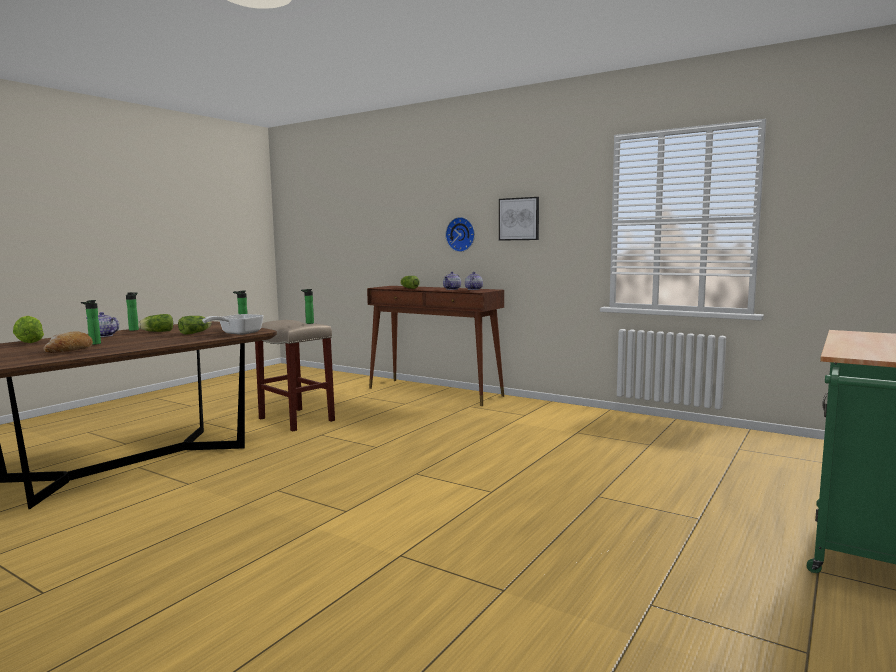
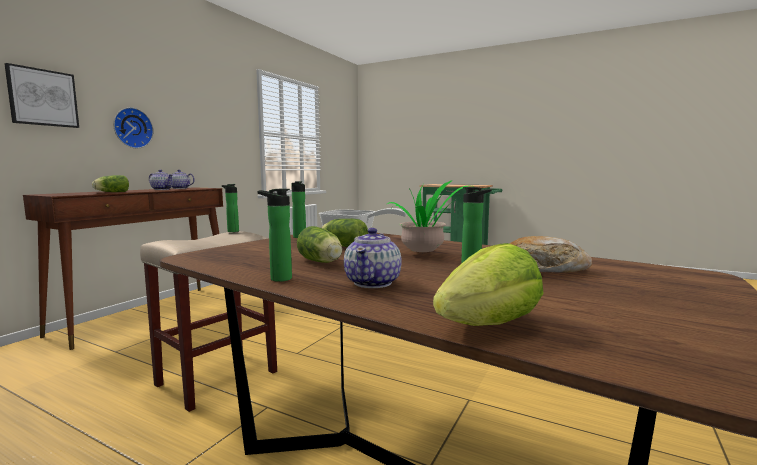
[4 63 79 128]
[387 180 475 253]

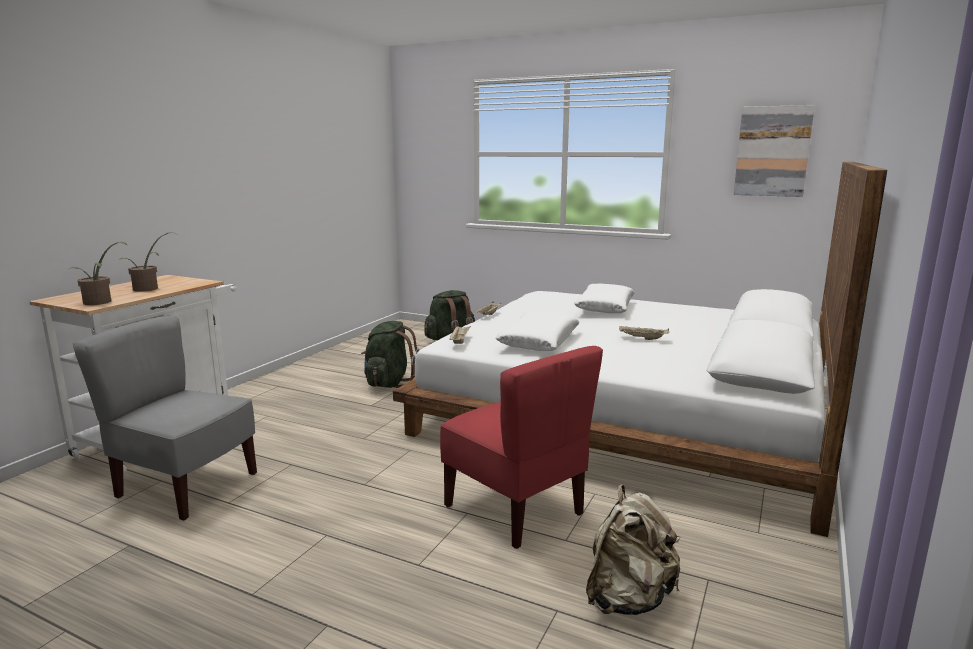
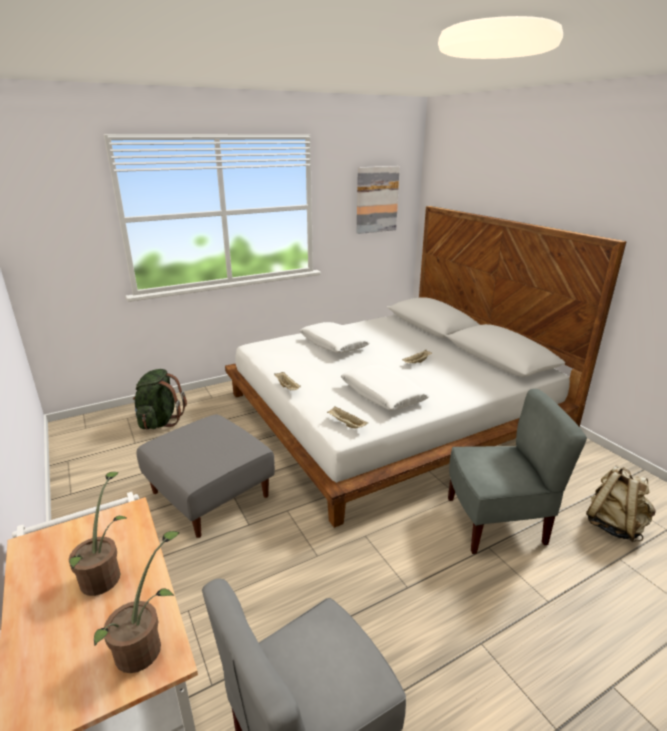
[136 414 275 538]
[448 389 587 554]

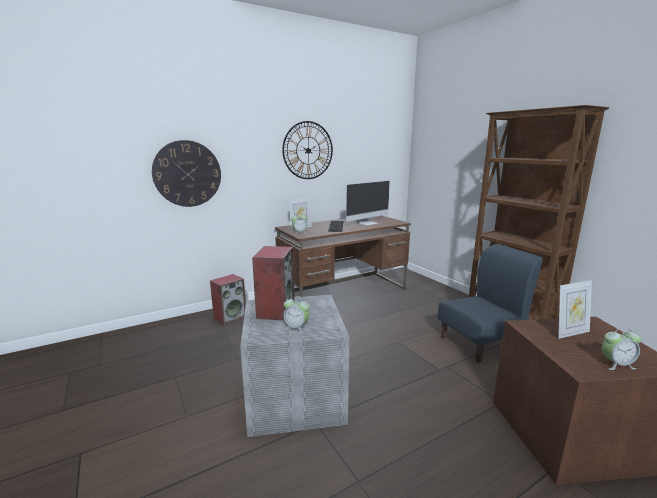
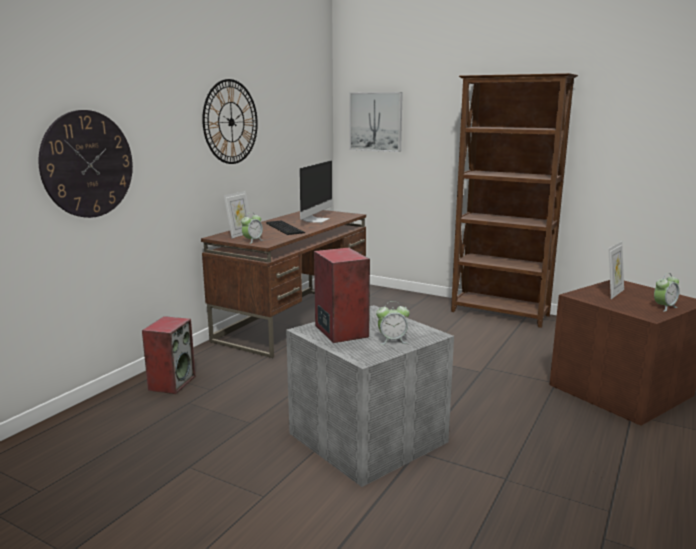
[438 244 543 363] (first image)
[349 92 403 152]

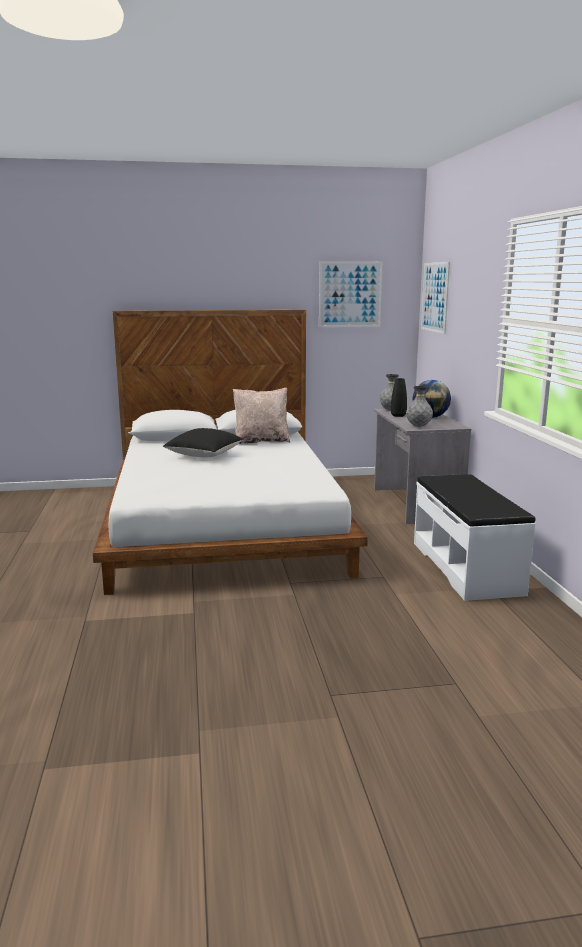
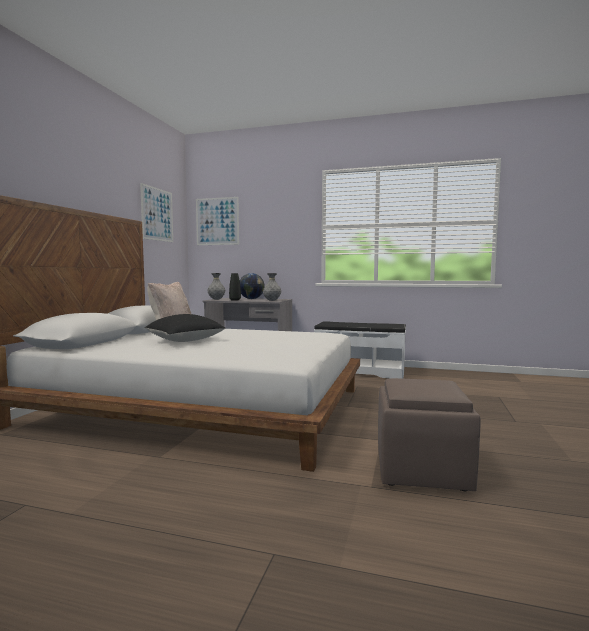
[378 378 481 491]

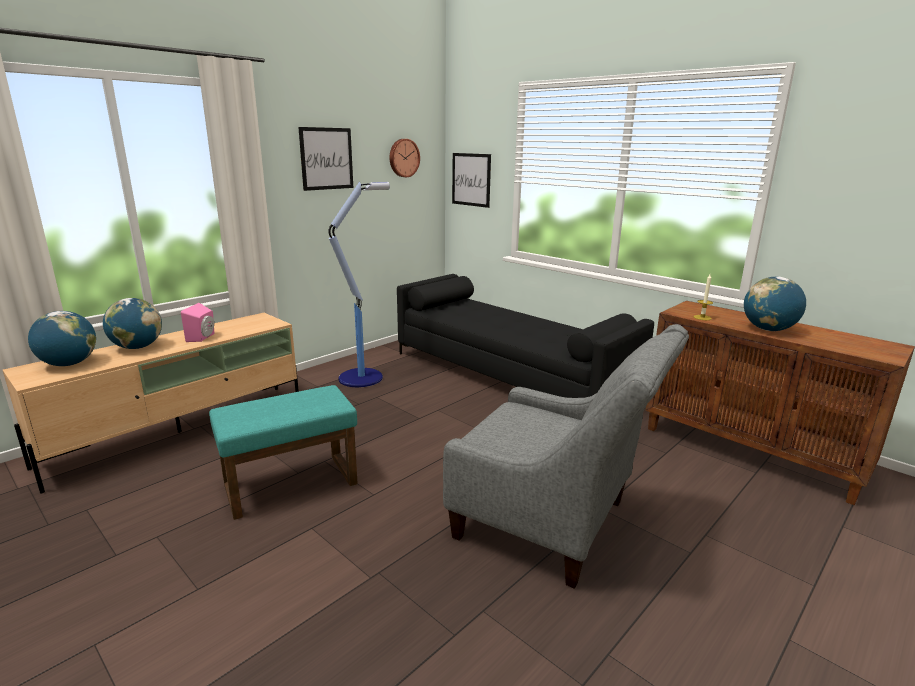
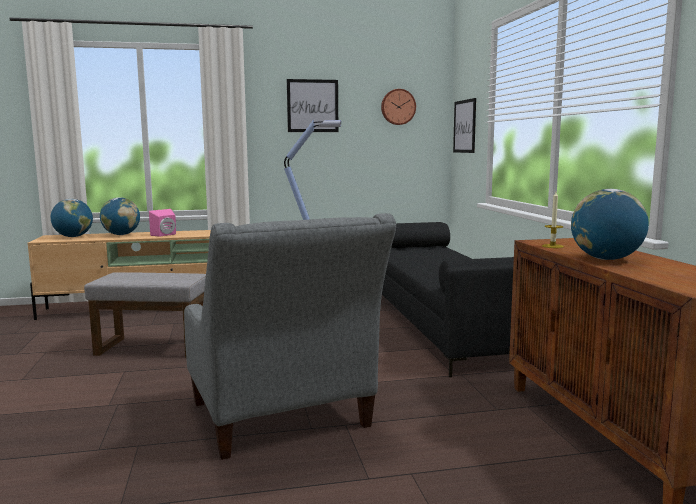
[84 272 206 358]

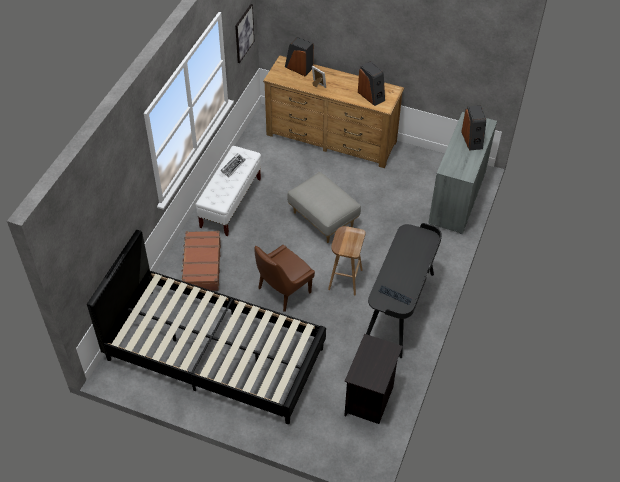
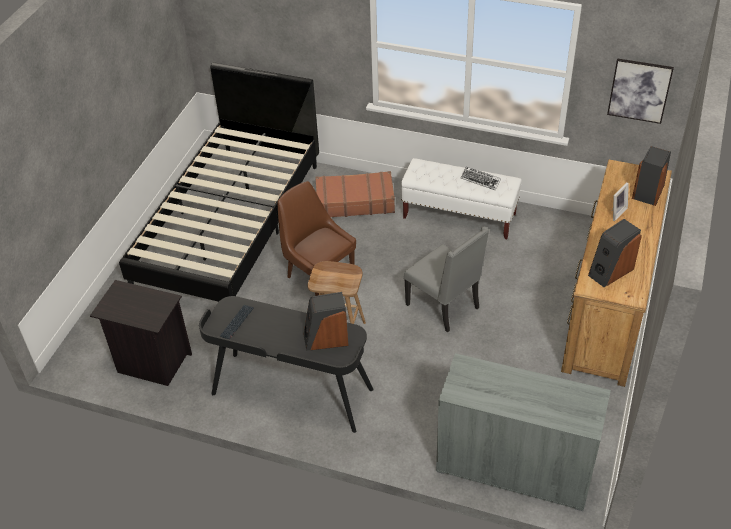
[404 226 489 333]
[304 292 348 351]

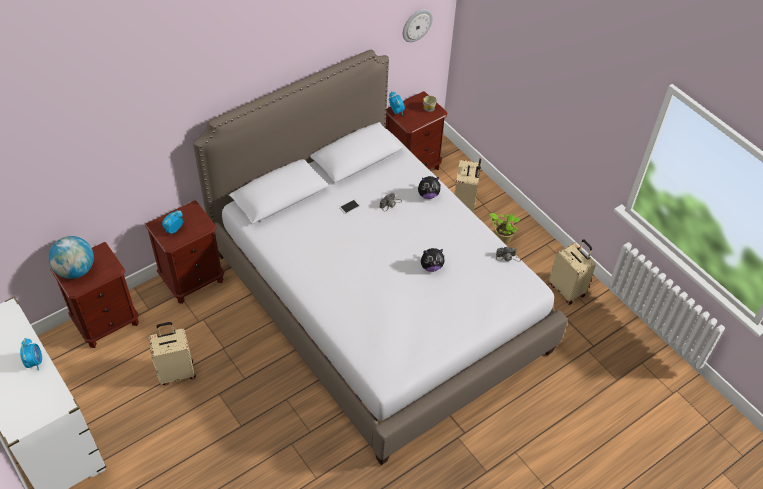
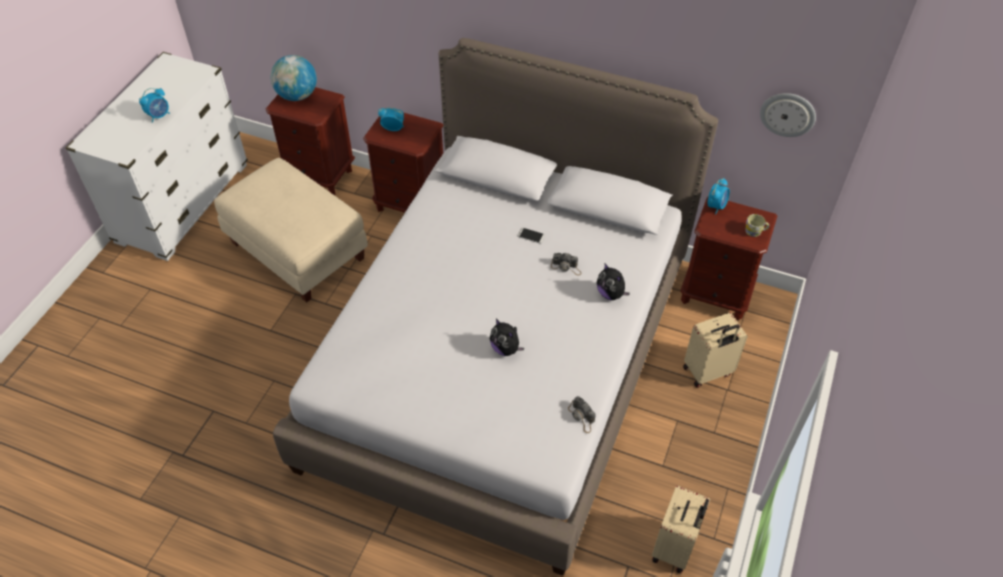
[214 158 368 302]
[490 213 520 244] (first image)

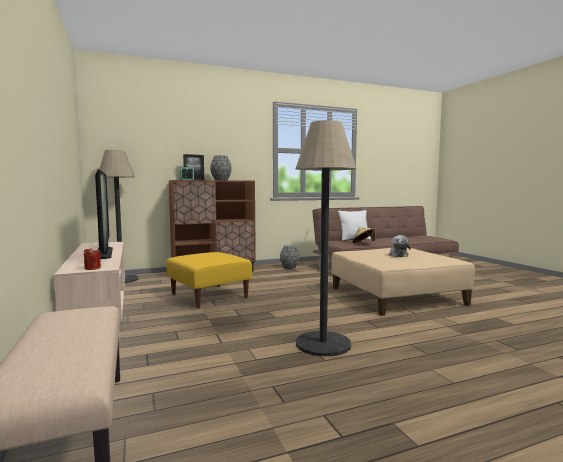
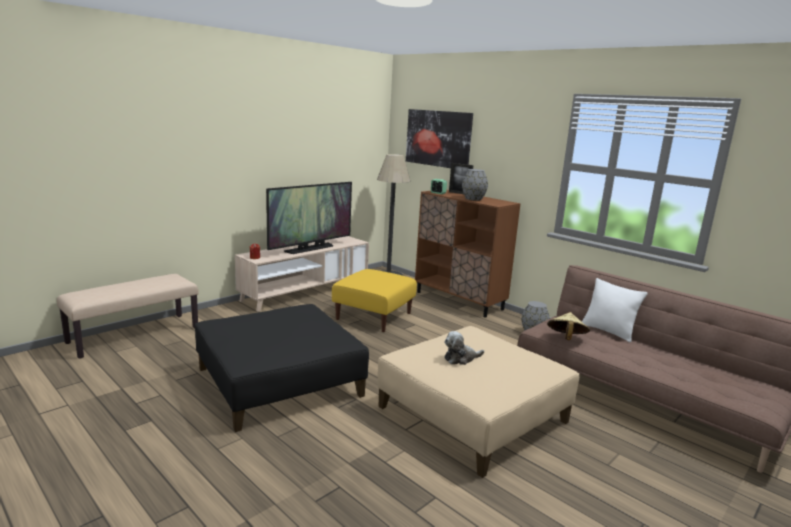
[195 304 369 432]
[406 109 473 168]

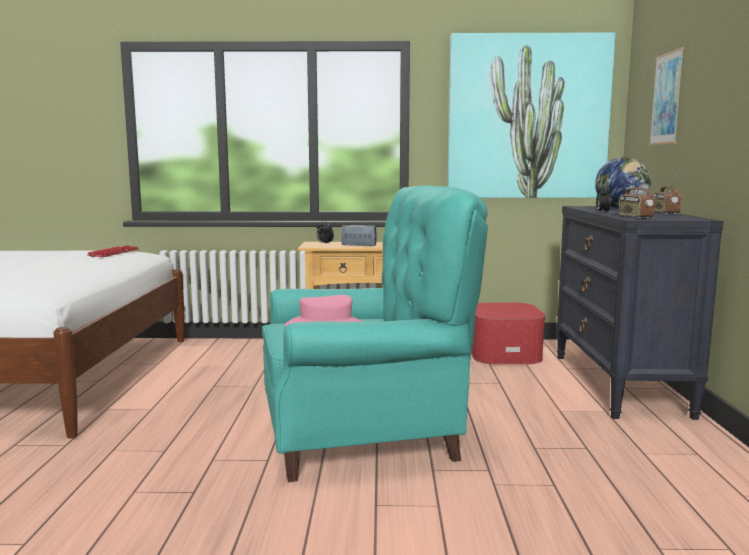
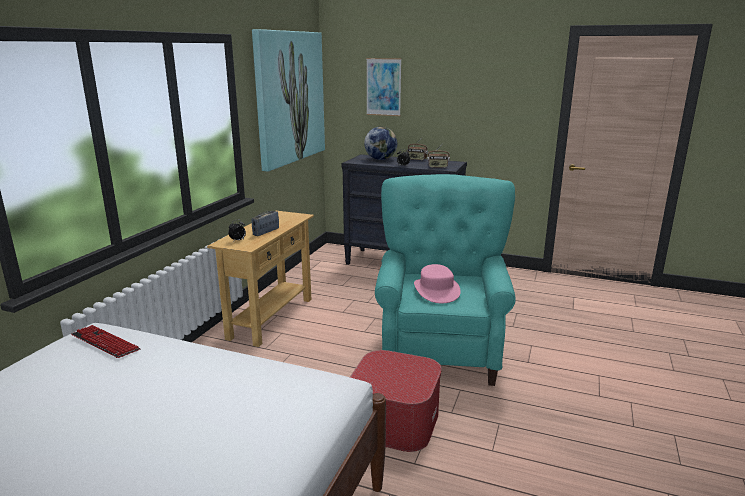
[350 350 442 452]

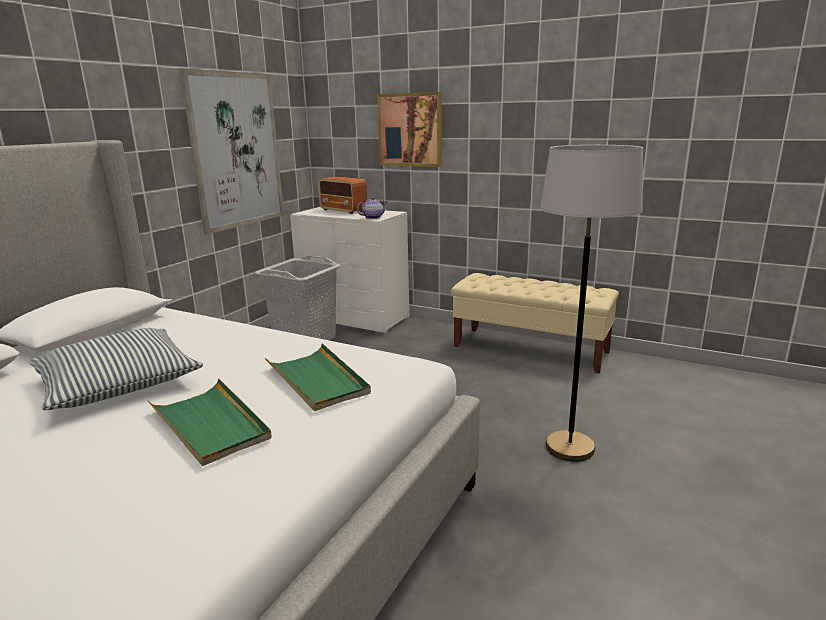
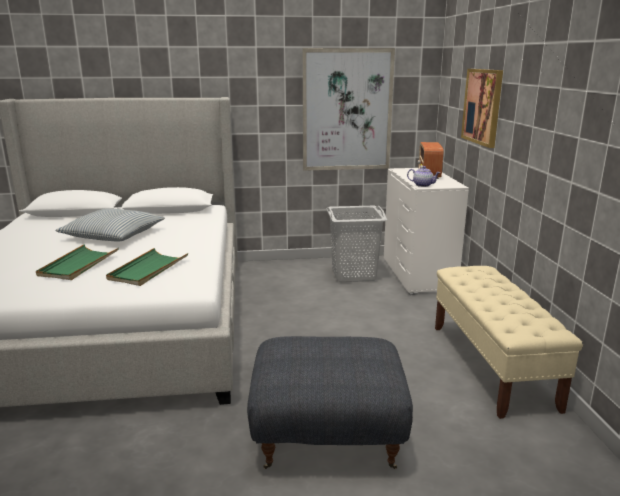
[247 336 413 469]

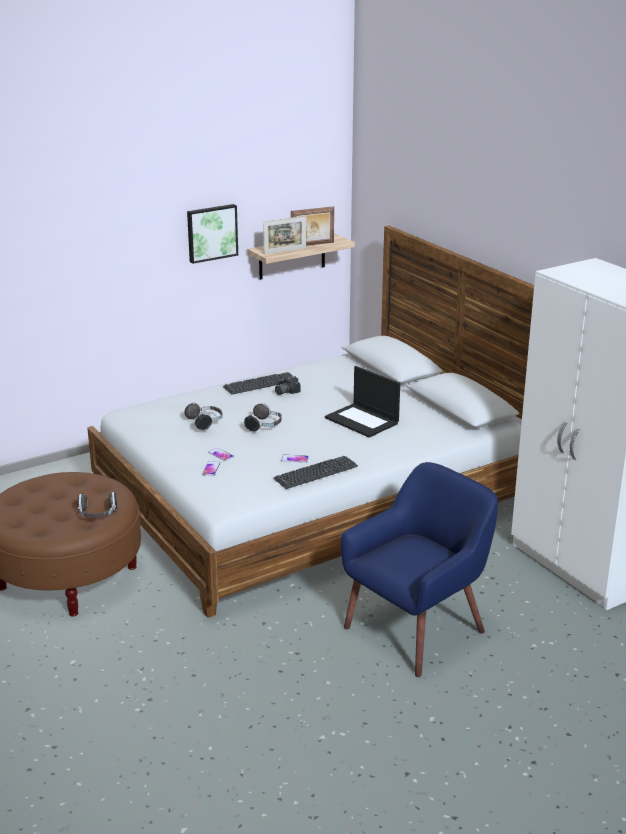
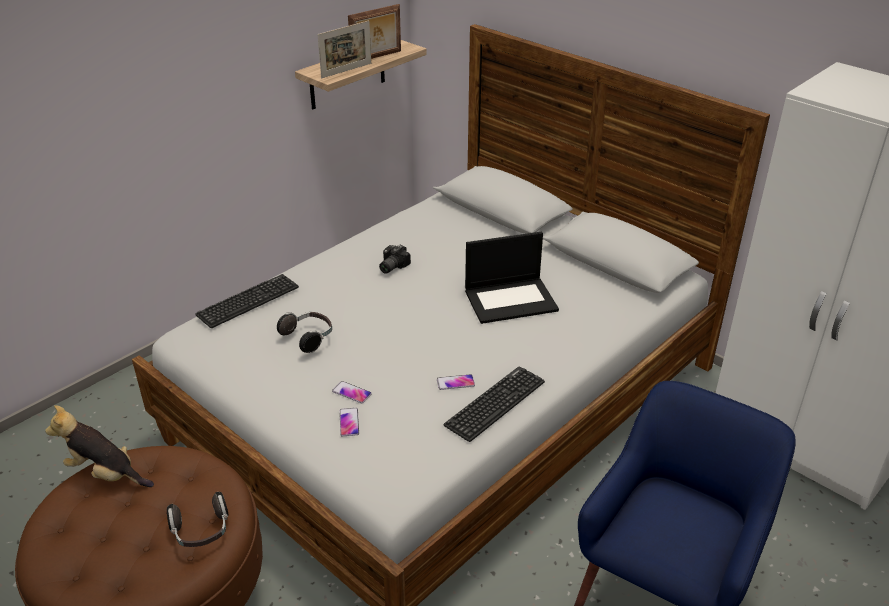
[187 204 238 264] (first image)
[195 274 299 328]
[244 403 282 432] (first image)
[465 232 559 324]
[45 405 154 487]

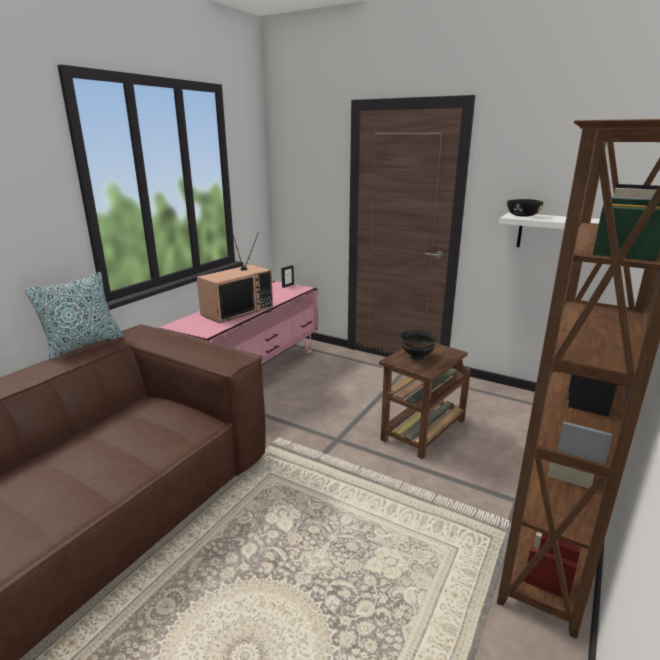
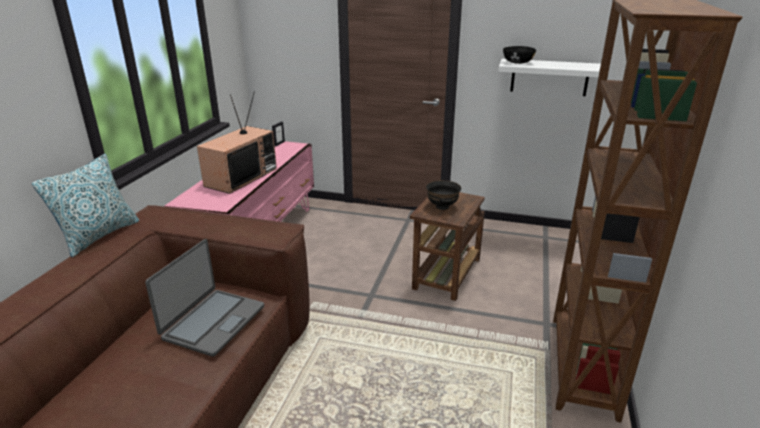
[145 239 264 357]

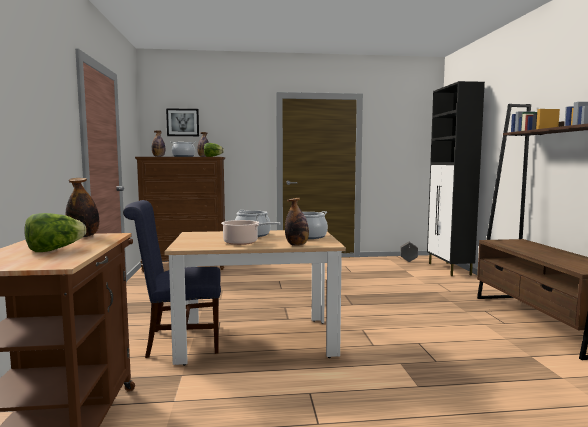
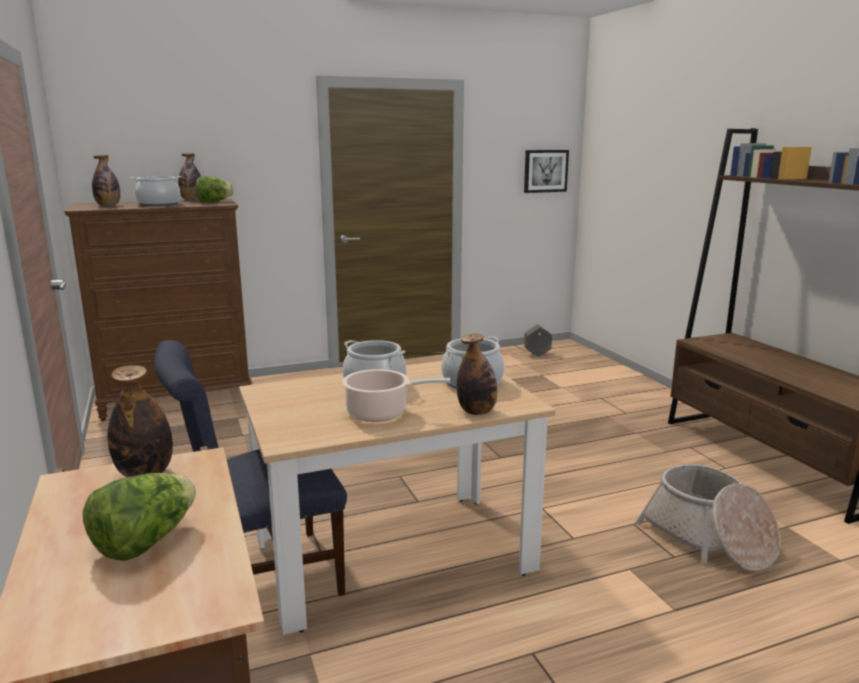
[524 150 569 193]
[427 81 485 276] (first image)
[636 464 781 572]

